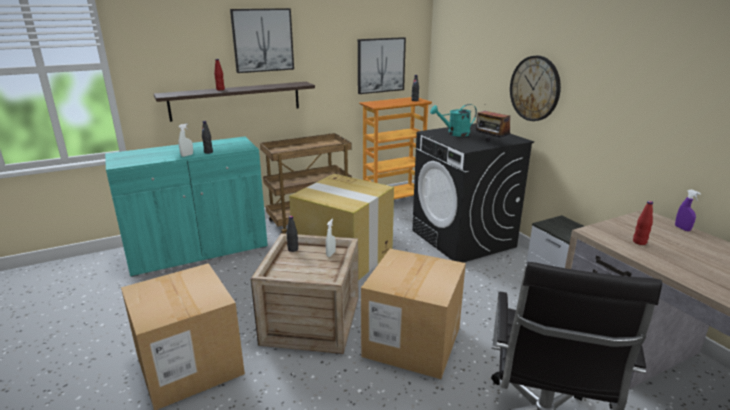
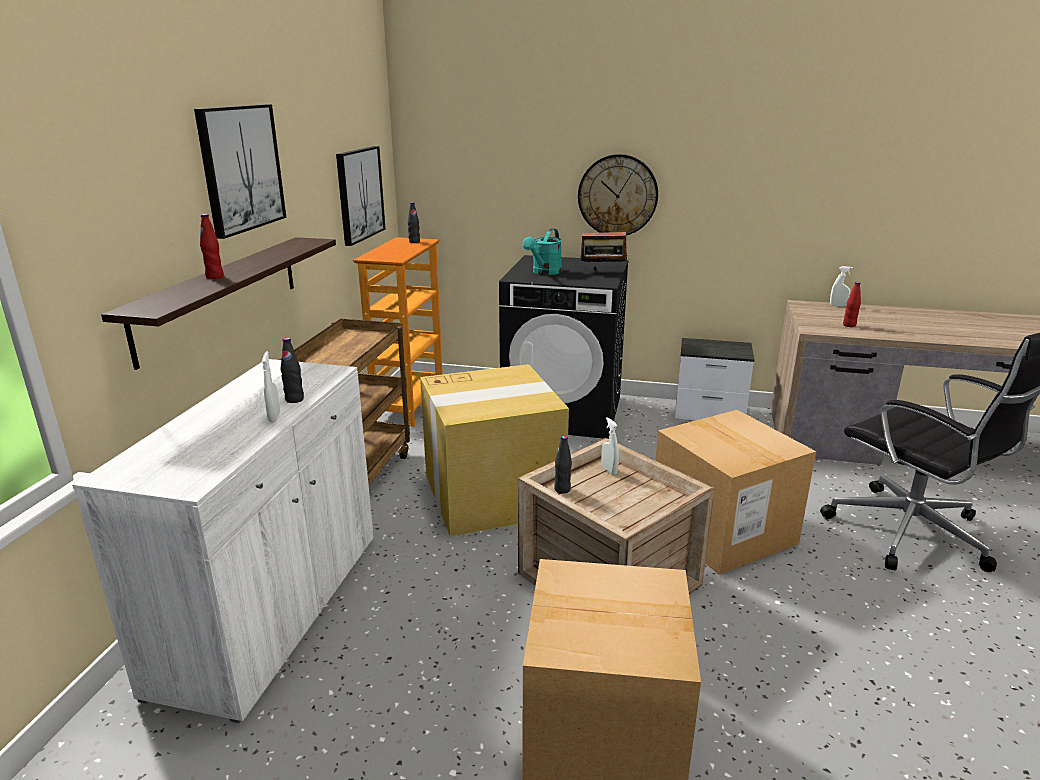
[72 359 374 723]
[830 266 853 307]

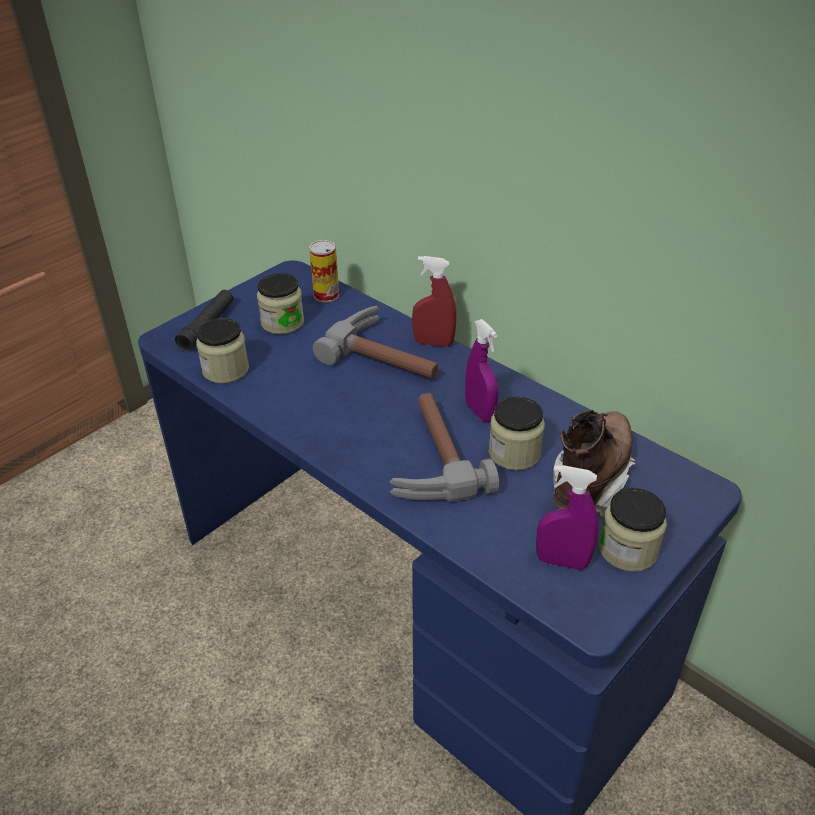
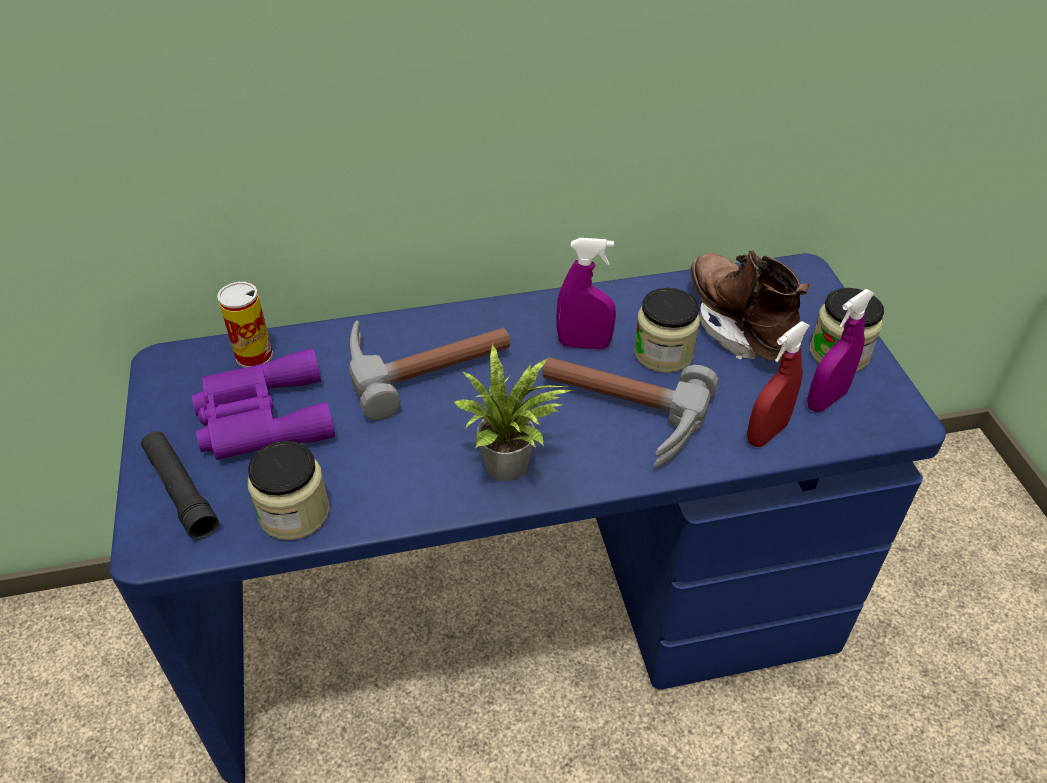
[192 349 335 460]
[747 322 810 447]
[453 344 573 481]

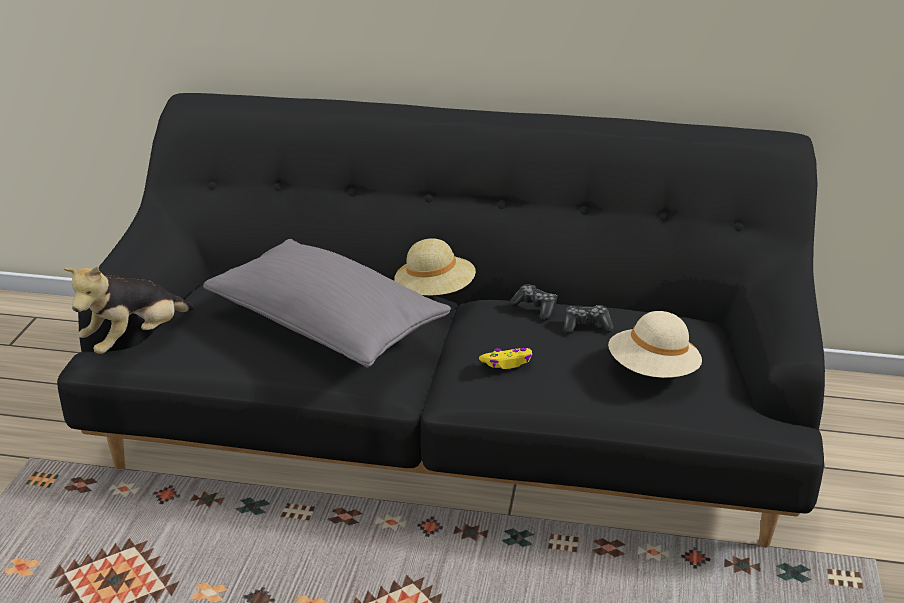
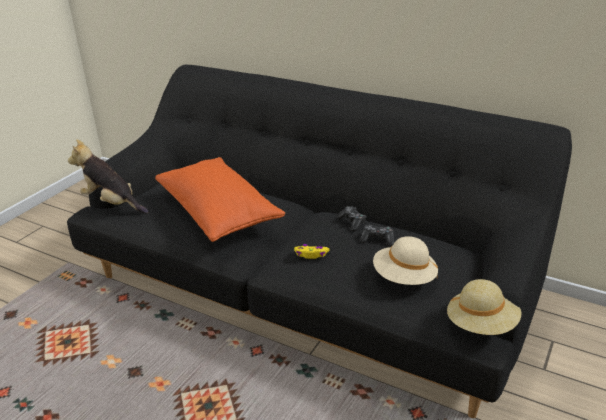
[68 139 149 214]
[155 157 285 242]
[447 279 521 335]

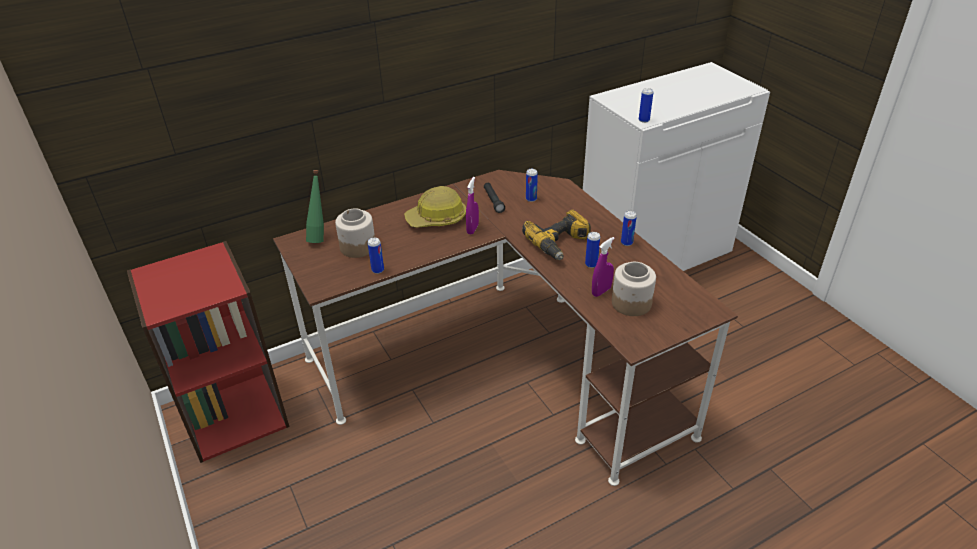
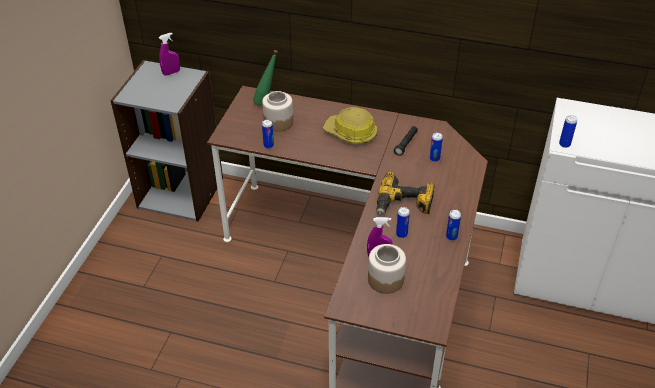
[110 60 223 222]
[159 33 180 76]

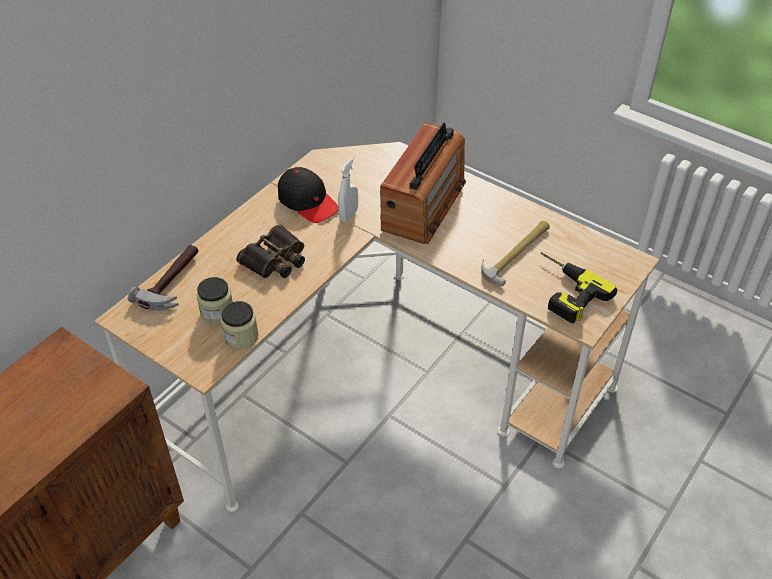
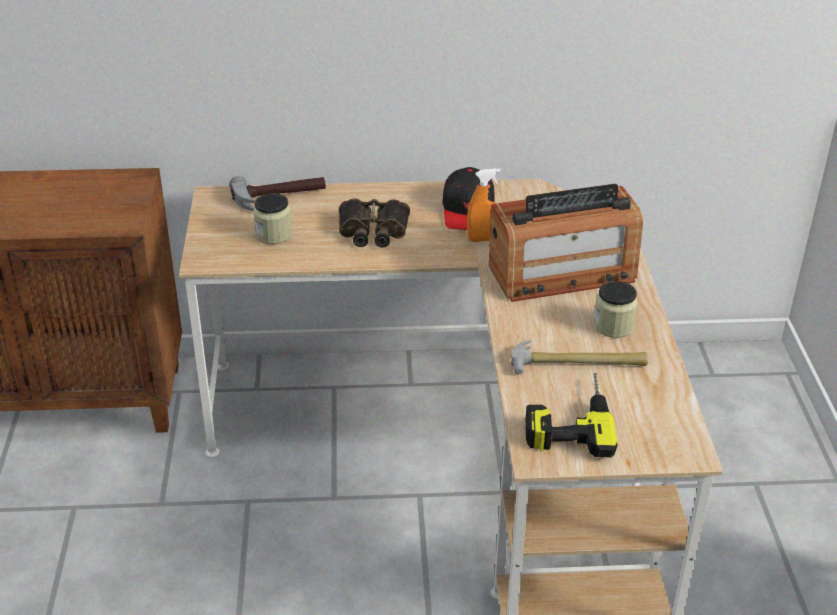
[593 281 638 338]
[467 168 501 242]

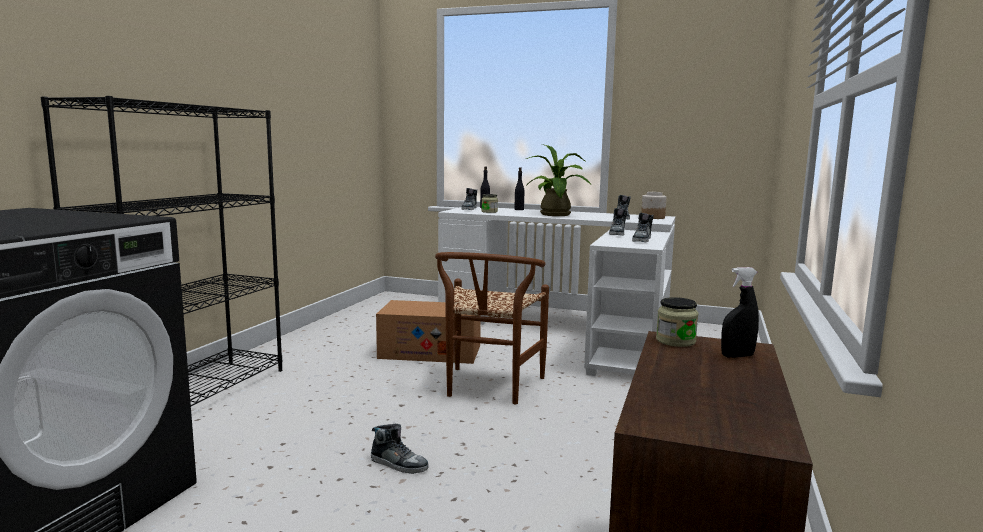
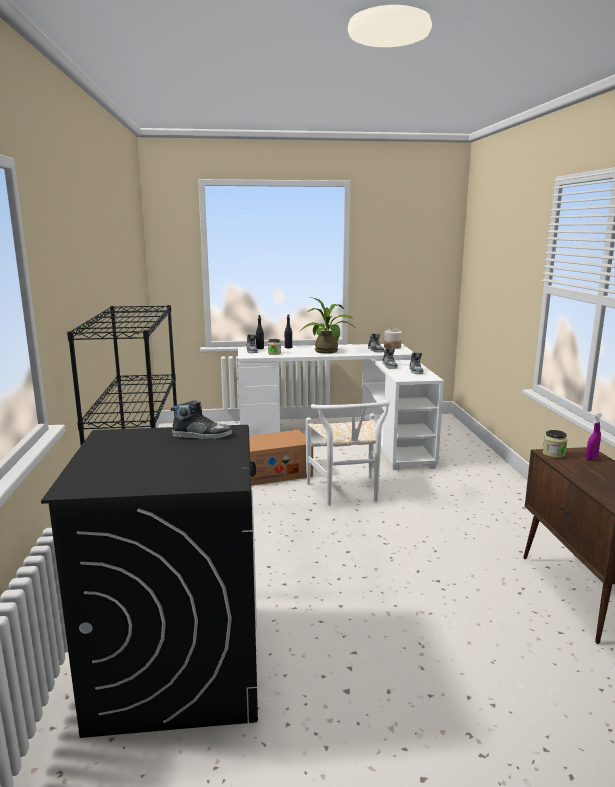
[171 401 232 439]
[306 400 390 506]
[586 413 602 460]

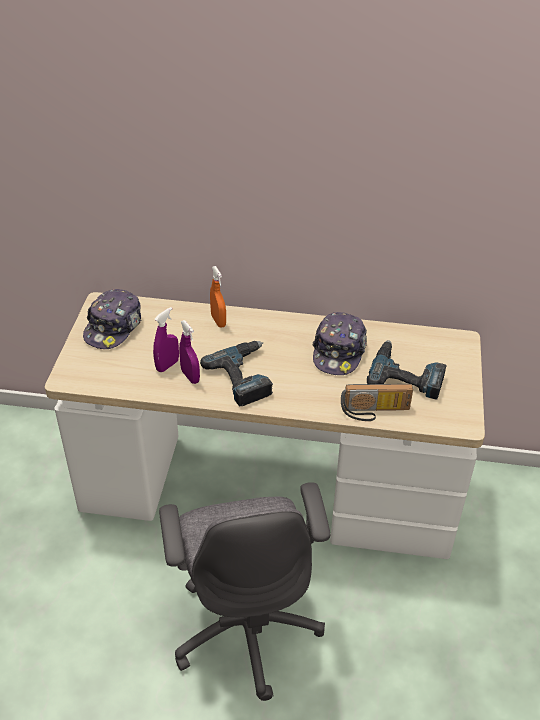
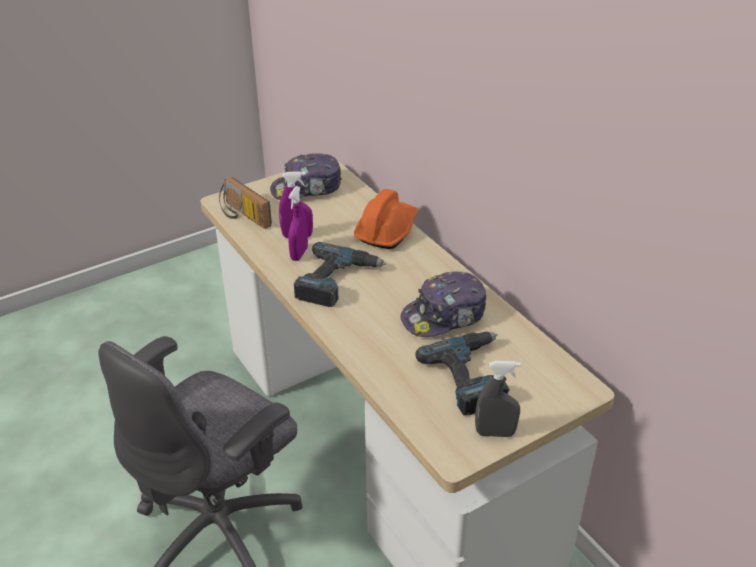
[354 189 418 249]
[219 177 272 229]
[475 361 521 437]

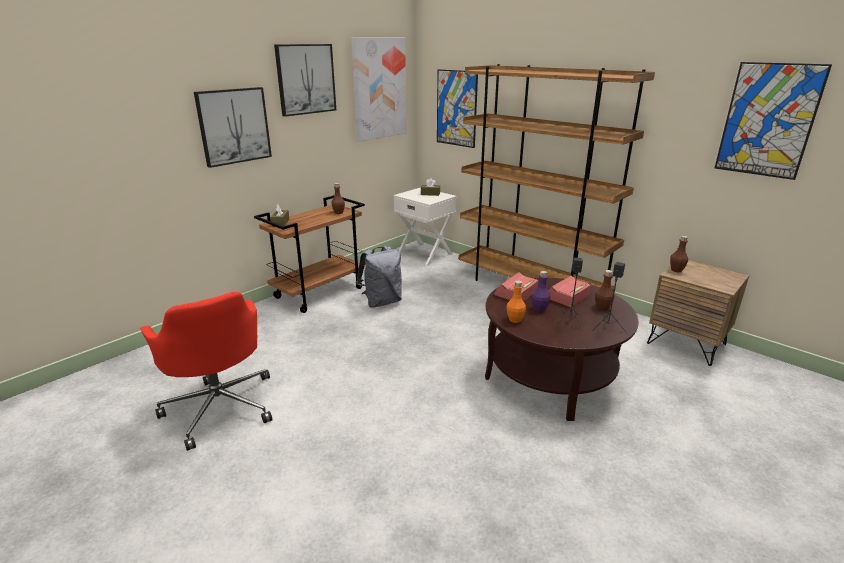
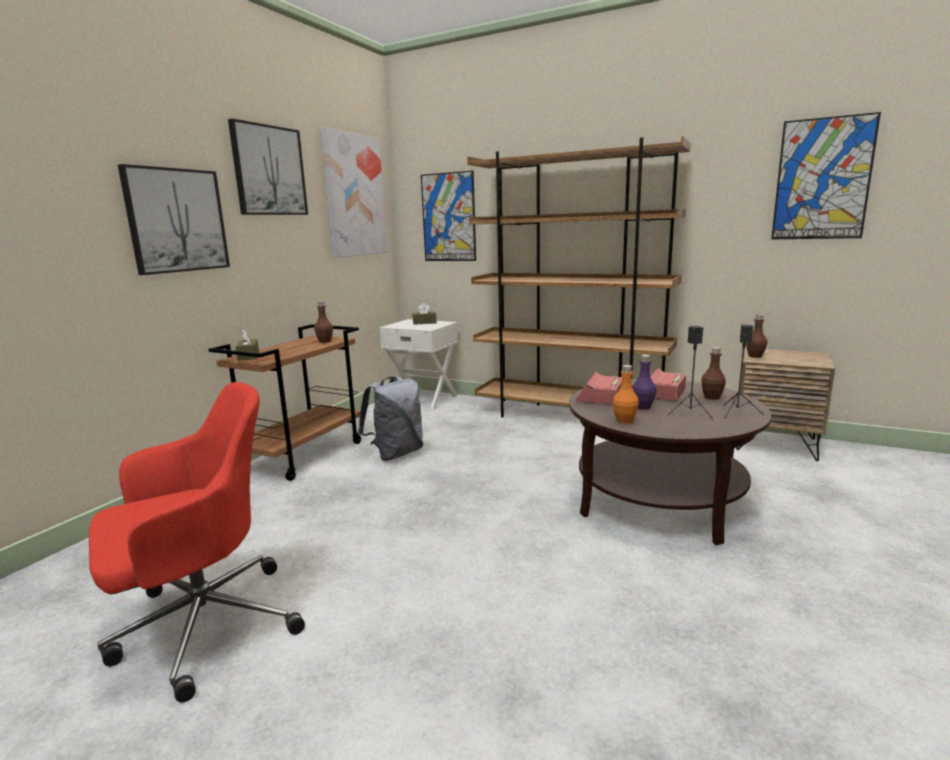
[89 382 305 702]

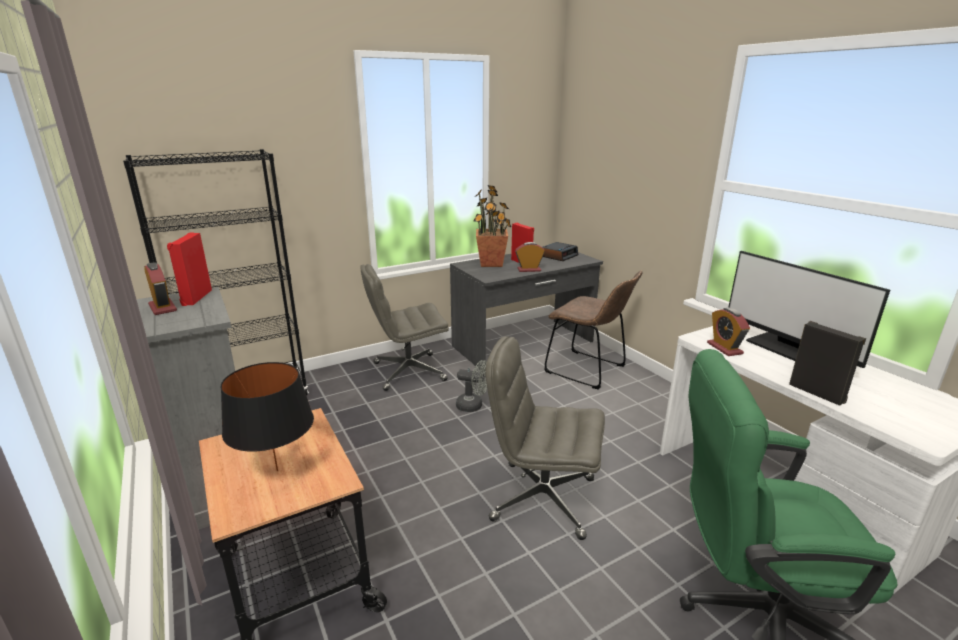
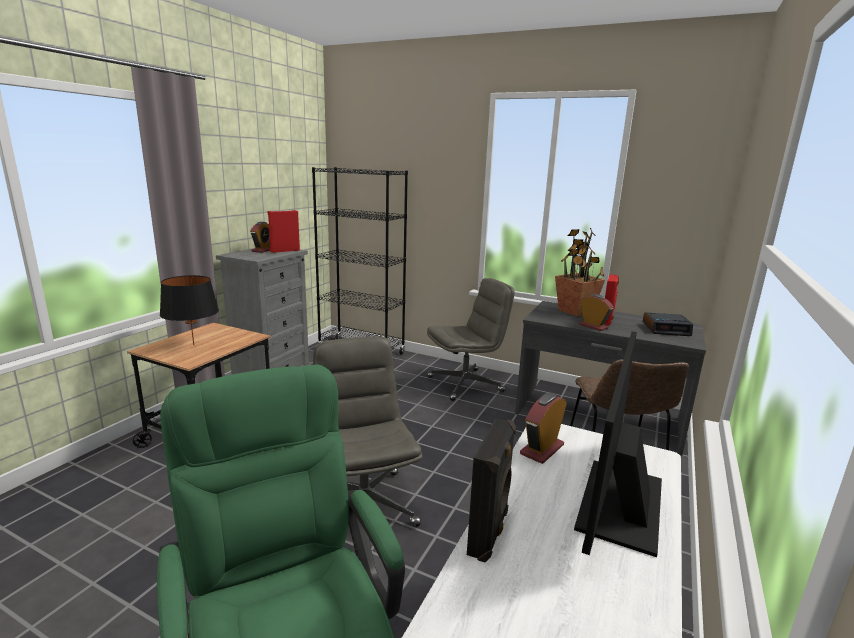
[427 278 515 401]
[456 360 487 412] (first image)

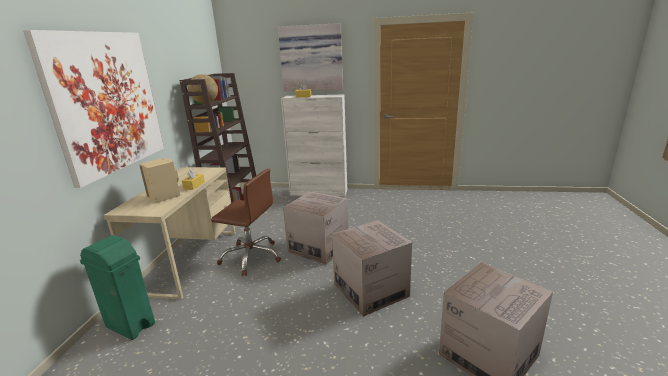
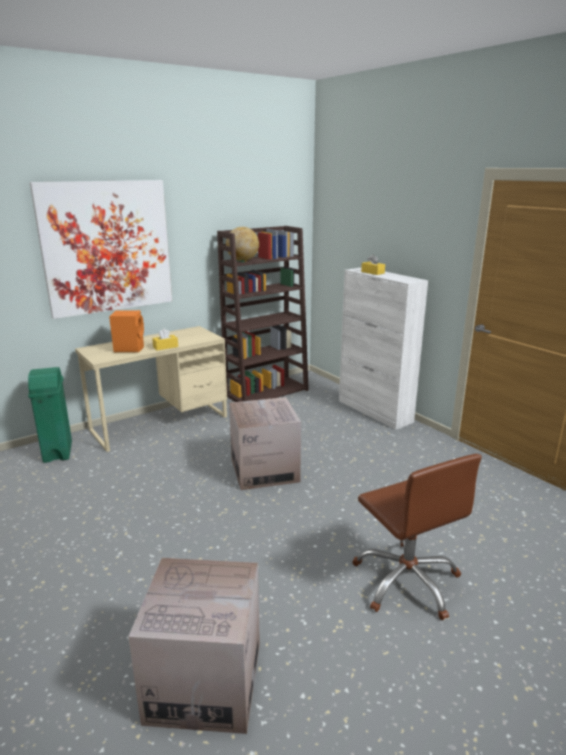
[109 310 144 352]
[352 454 482 620]
[278 23 343 91] (first image)
[332 220 412 317] (first image)

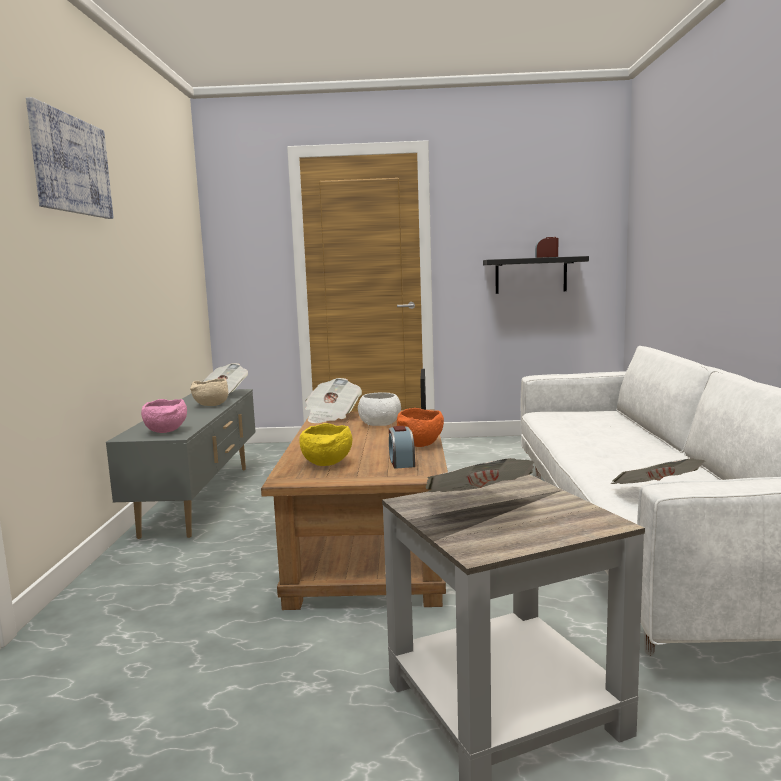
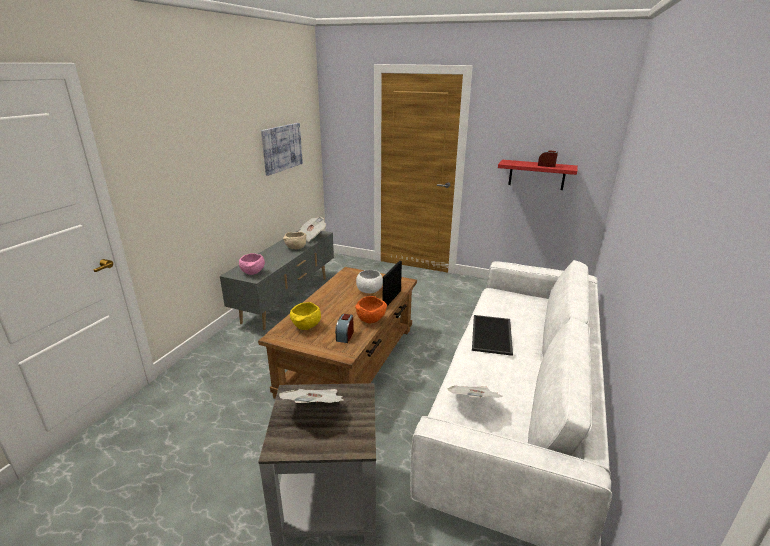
[261 123 303 176]
[305 378 362 423] (first image)
[498 160 578 190]
[472 315 513 356]

